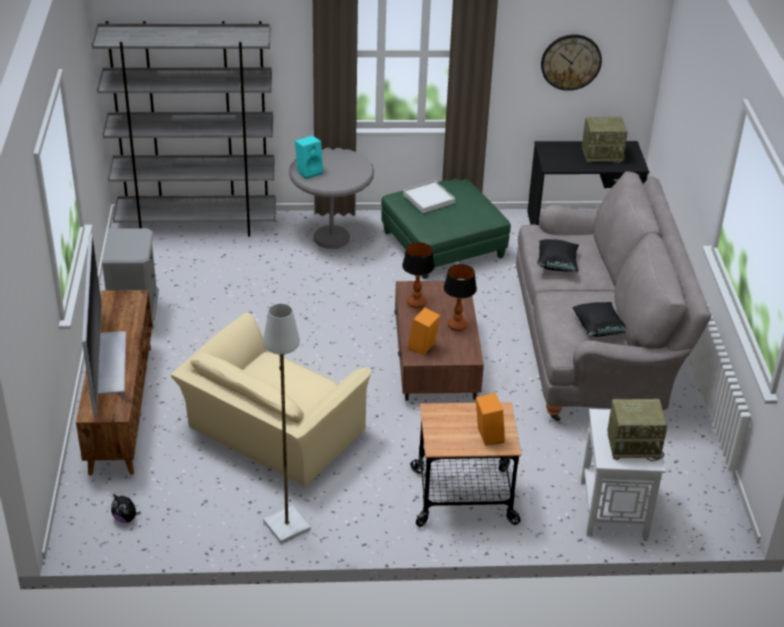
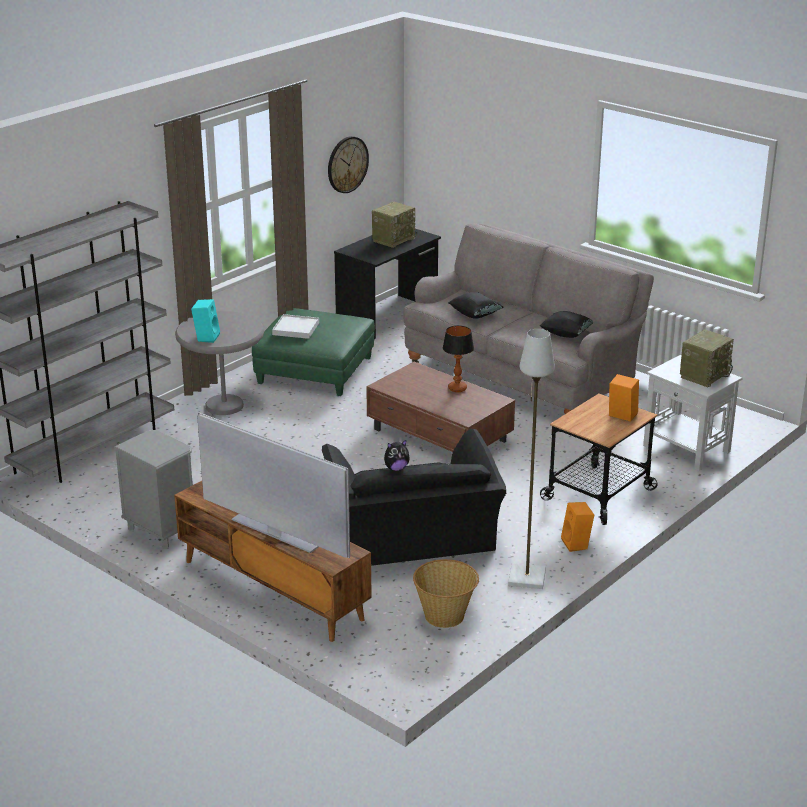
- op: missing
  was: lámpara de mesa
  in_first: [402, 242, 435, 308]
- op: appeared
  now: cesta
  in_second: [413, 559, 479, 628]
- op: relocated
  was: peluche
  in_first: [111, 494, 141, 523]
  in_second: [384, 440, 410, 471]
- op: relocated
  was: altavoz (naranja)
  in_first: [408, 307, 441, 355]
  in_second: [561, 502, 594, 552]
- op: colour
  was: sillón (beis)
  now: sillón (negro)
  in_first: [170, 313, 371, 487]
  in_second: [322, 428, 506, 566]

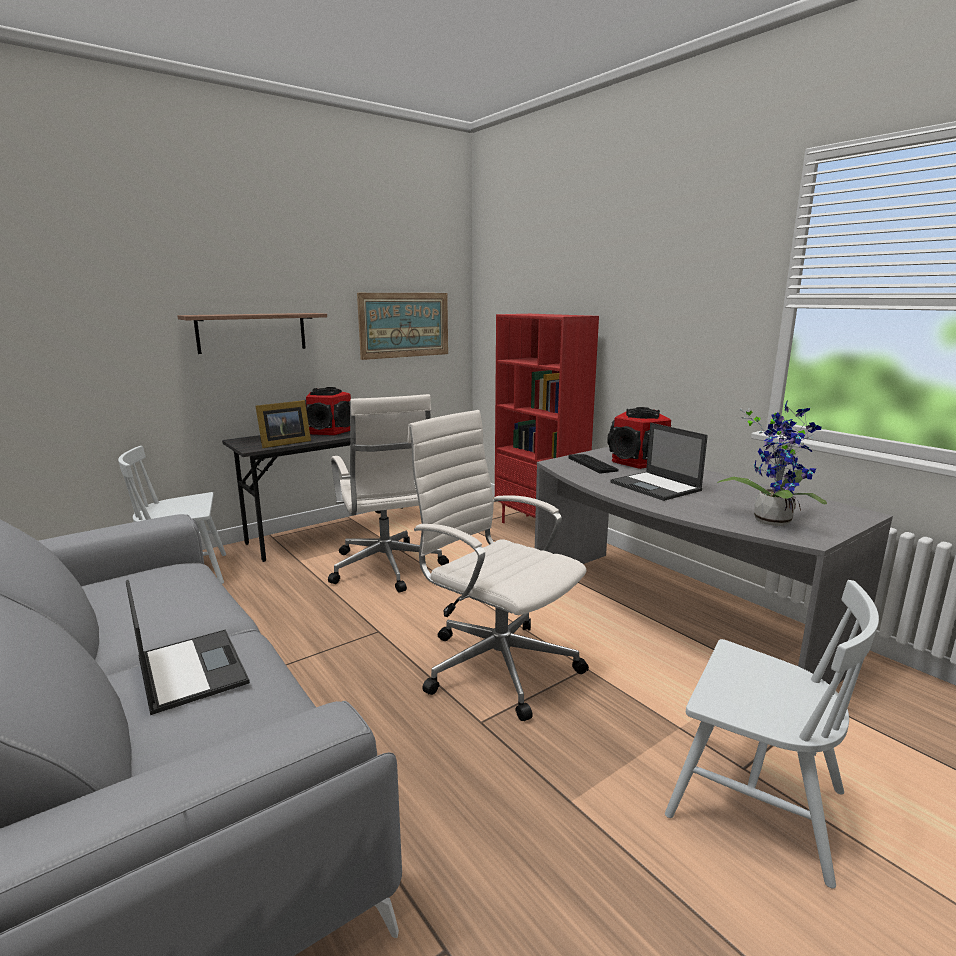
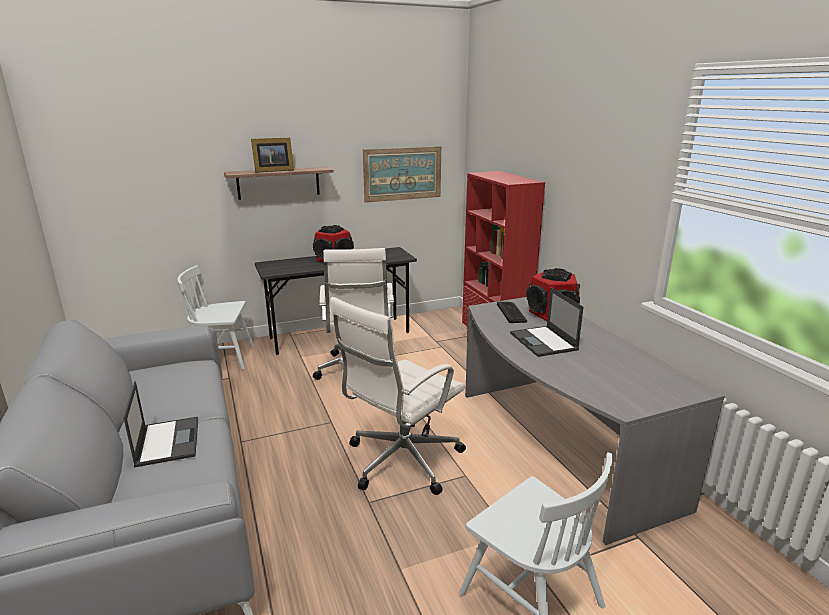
- op: missing
  was: planta en maceta
  in_first: [717, 400, 827, 526]
- op: relocated
  was: portarretratos
  in_first: [255, 400, 311, 448]
  in_second: [251, 138, 294, 173]
- op: spun
  was: silla de oficina (blanco)
  in_first: [407, 410, 589, 721]
  in_second: [330, 297, 466, 495]
  clockwise: -105

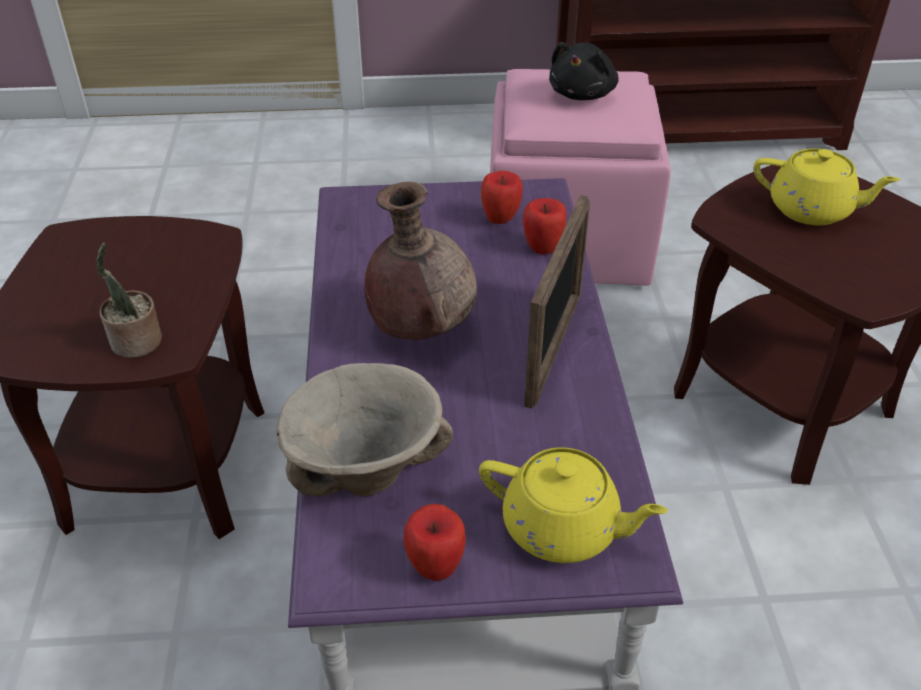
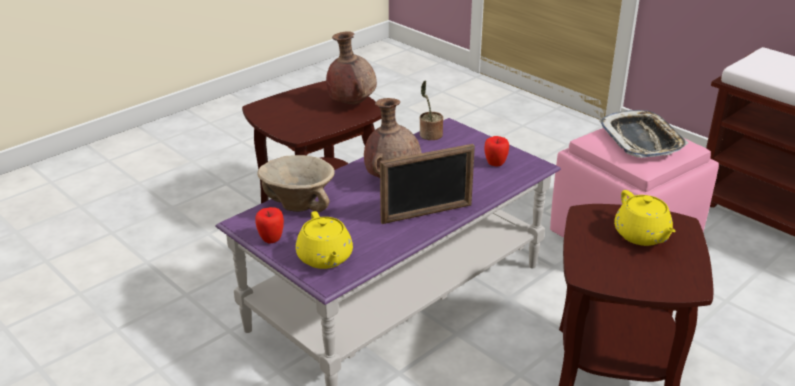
- op: missing
  was: manzana
  in_first: [523, 198, 566, 254]
- op: appeared
  now: florero (marrón)
  in_second: [326, 31, 377, 104]
- op: relocated
  was: planta en maceta
  in_first: [96, 242, 162, 358]
  in_second: [420, 80, 443, 140]
- op: exchanged
  was: peluche (negro)
  now: bandeja
  in_first: [549, 42, 619, 100]
  in_second: [599, 110, 689, 158]

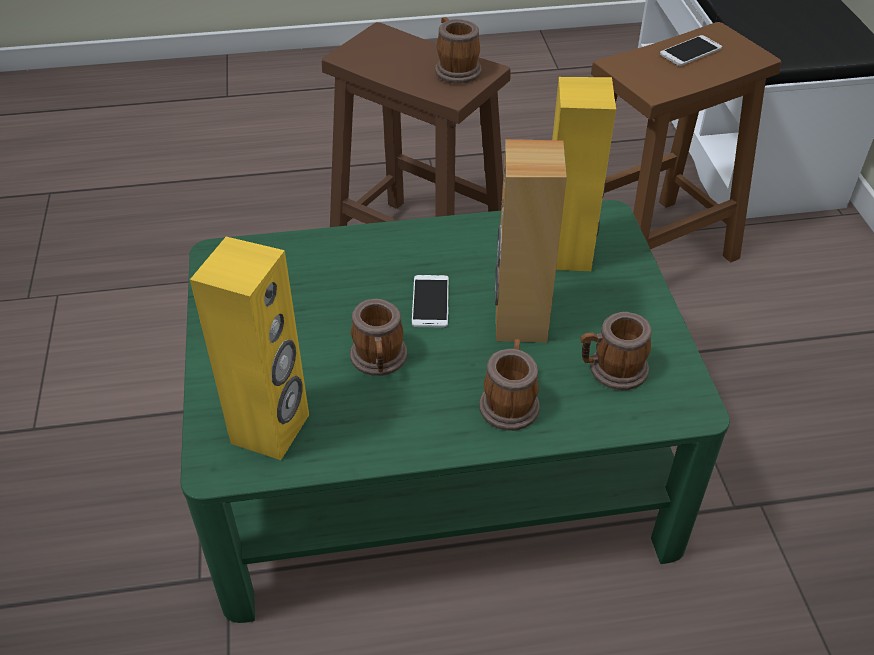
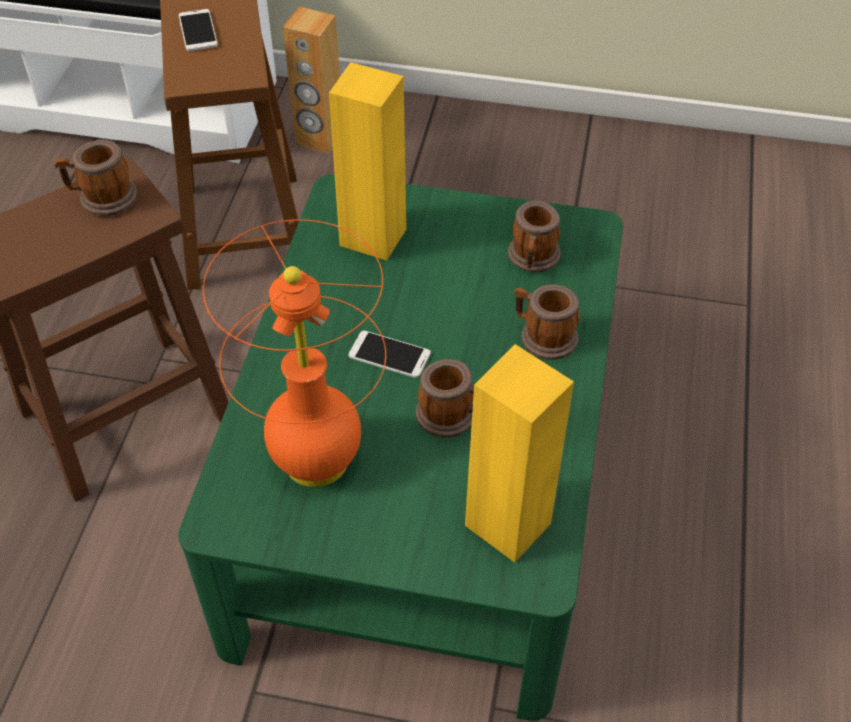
- op: appeared
  now: lámpara de mesa (naranja)
  in_second: [203, 219, 386, 487]
- op: relocated
  was: altavoz (marrón)
  in_first: [495, 139, 567, 343]
  in_second: [283, 7, 340, 154]

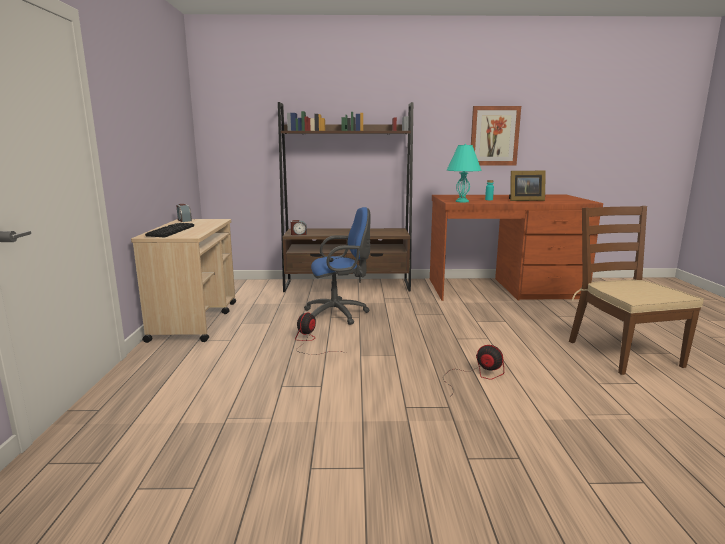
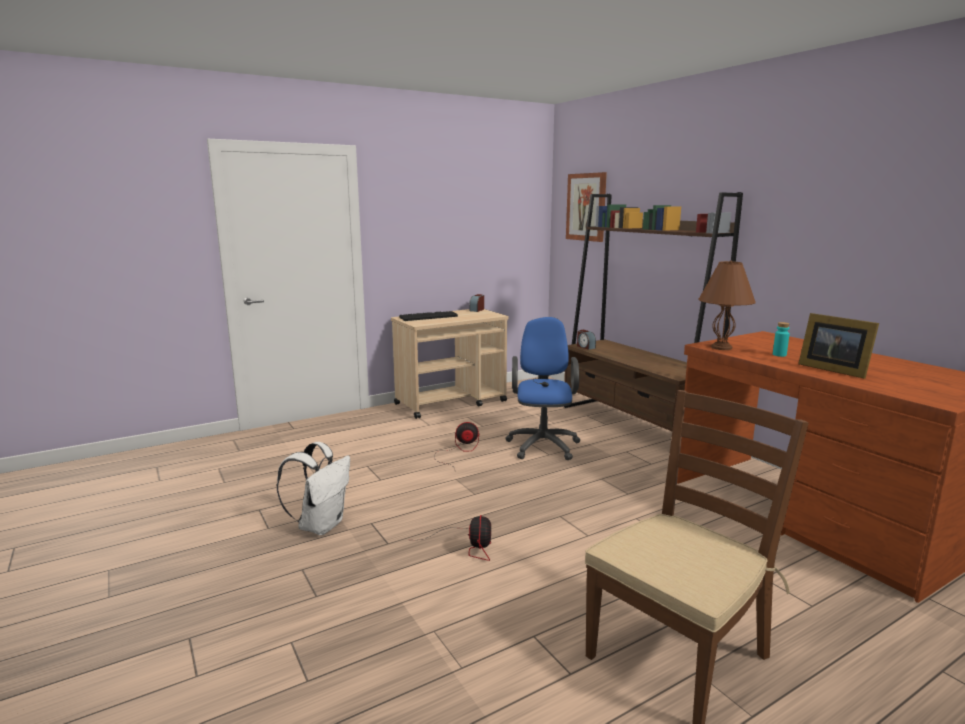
- op: appeared
  now: mochila (blanco)
  in_second: [276, 442, 350, 535]
- op: relocated
  was: cuadro
  in_first: [471, 106, 521, 166]
  in_second: [566, 172, 607, 242]
- op: colour
  was: lámpara de mesa (turquesa)
  now: lámpara de mesa (marrón)
  in_first: [447, 144, 482, 202]
  in_second: [698, 260, 756, 350]
- op: spun
  was: silla de oficina (azul)
  in_first: [304, 207, 371, 325]
  in_second: [505, 317, 580, 460]
  clockwise: -135

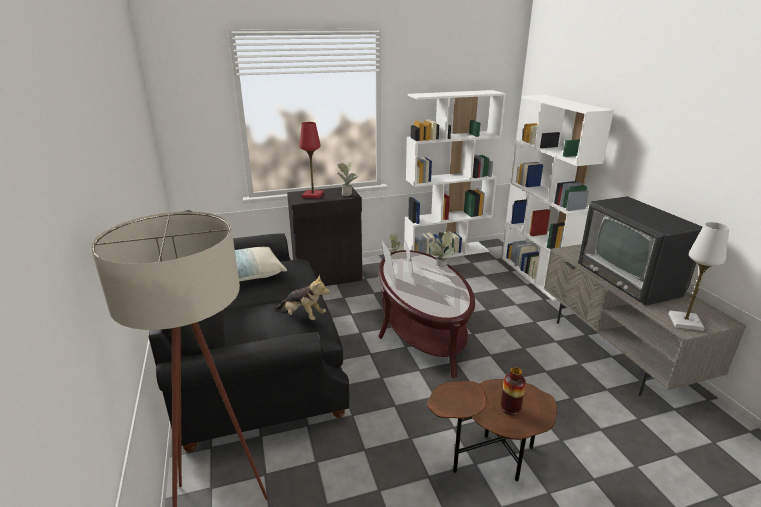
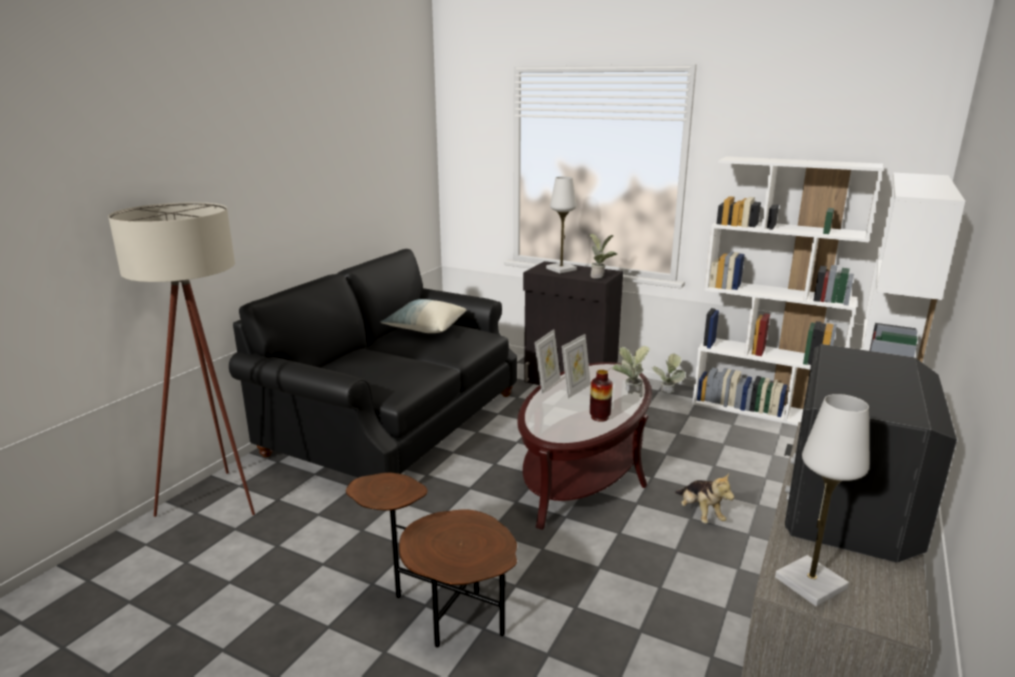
- op: relocated
  was: peluche
  in_first: [275, 274, 330, 320]
  in_second: [675, 473, 735, 523]
- op: relocated
  was: florero
  in_first: [501, 367, 526, 415]
  in_second: [590, 370, 613, 422]
- op: colour
  was: lámpara de mesa (rojo)
  now: lámpara de mesa (blanco)
  in_first: [299, 122, 324, 199]
  in_second: [546, 177, 577, 273]

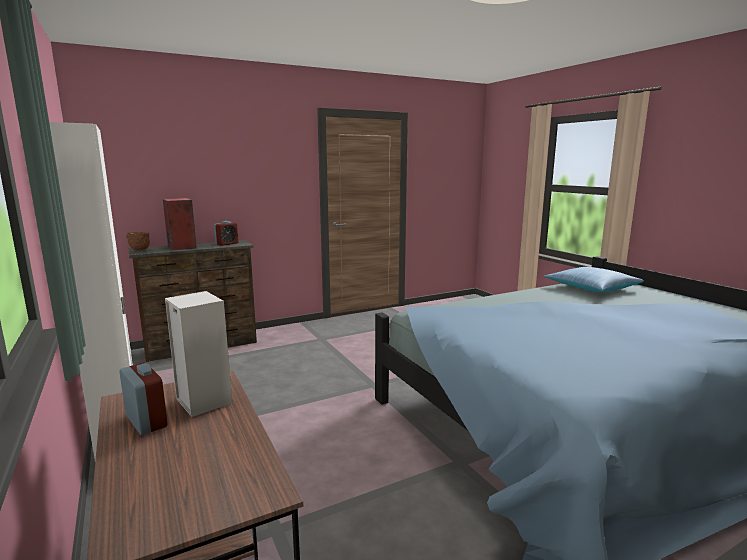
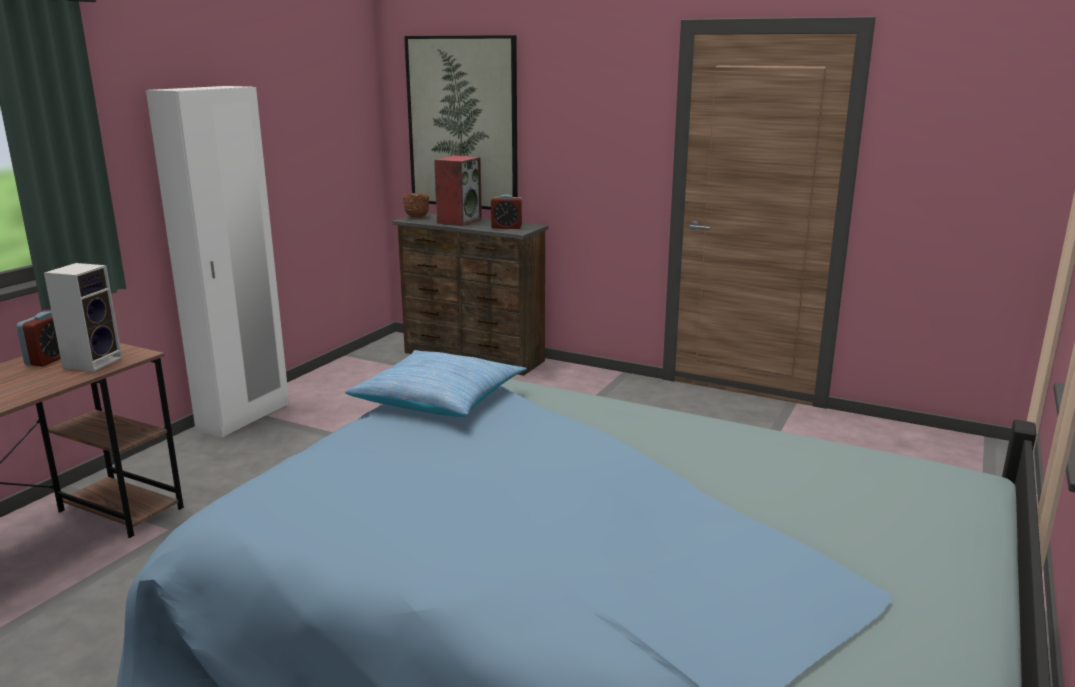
- op: appeared
  now: cuadro
  in_second: [404, 35, 518, 210]
- op: relocated
  was: cojín
  in_first: [544, 267, 644, 293]
  in_second: [345, 350, 527, 417]

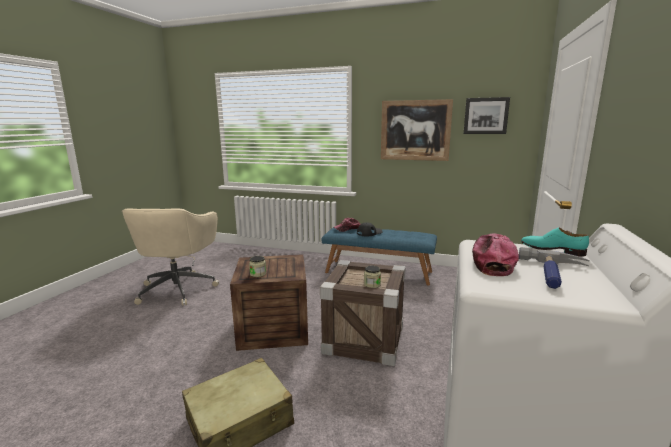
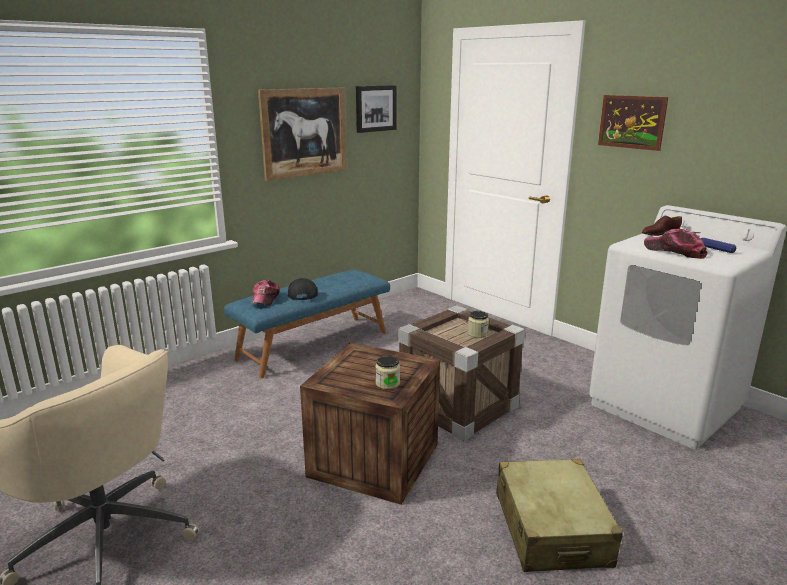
- op: appeared
  now: cuadro
  in_second: [598, 95, 668, 151]
- op: colour
  was: zapato (turquesa)
  now: zapato (marrón)
  in_first: [521, 228, 589, 257]
  in_second: [642, 216, 682, 236]

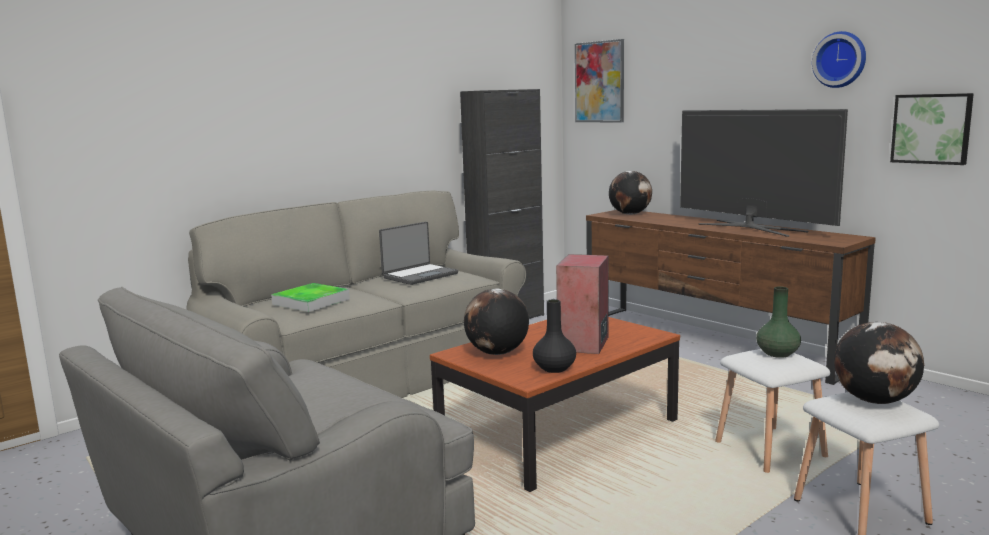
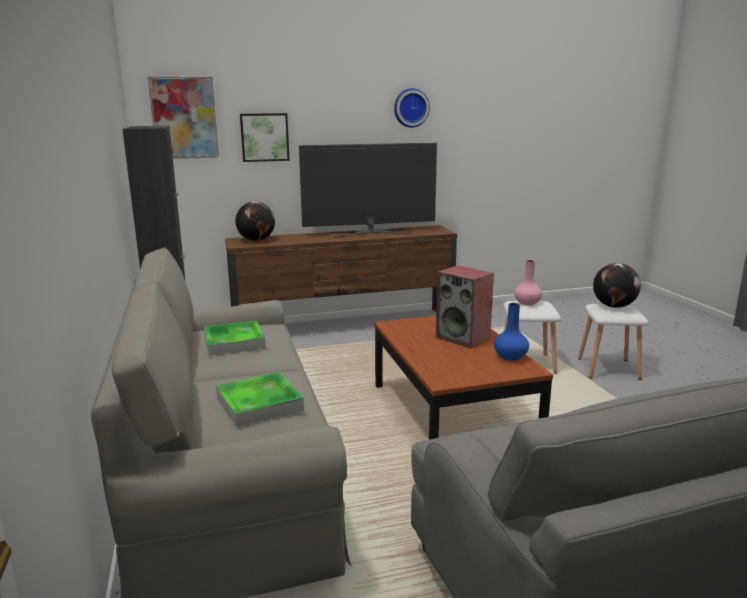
- op: missing
  was: globo terráqueo
  in_first: [464, 289, 529, 355]
- op: relocated
  was: cuadro
  in_first: [890, 93, 974, 165]
  in_second: [240, 113, 290, 162]
- op: exchanged
  was: portátil
  now: bandeja
  in_first: [379, 222, 458, 285]
  in_second: [204, 321, 266, 356]
- op: colour
  was: florero (negro)
  now: florero (azul)
  in_first: [533, 299, 576, 373]
  in_second: [494, 303, 529, 361]
- op: colour
  was: florero (verde)
  now: florero (rosa)
  in_first: [756, 286, 801, 358]
  in_second: [514, 260, 542, 306]

